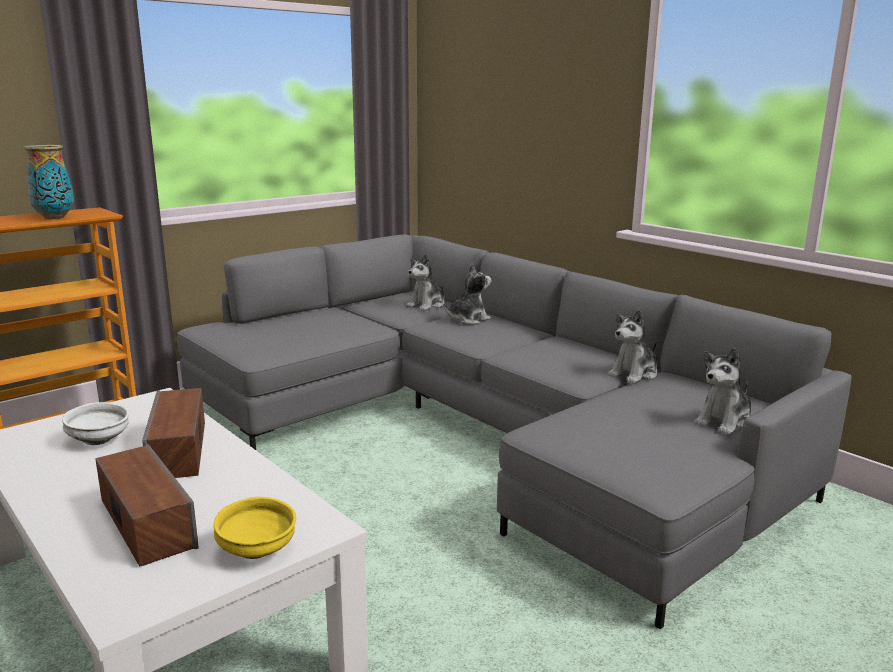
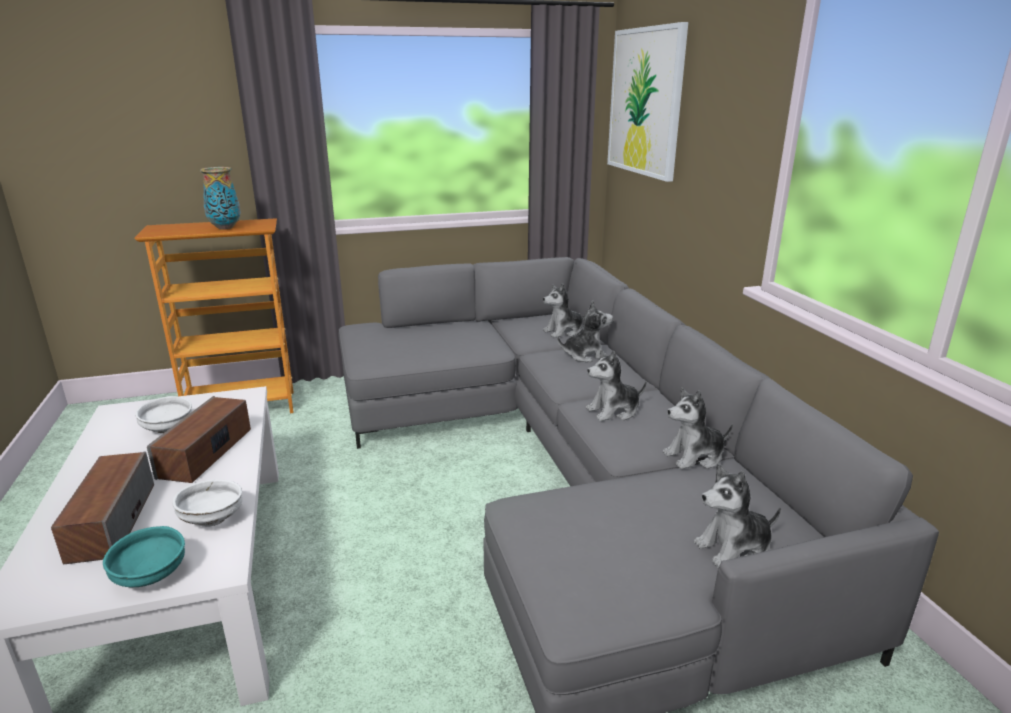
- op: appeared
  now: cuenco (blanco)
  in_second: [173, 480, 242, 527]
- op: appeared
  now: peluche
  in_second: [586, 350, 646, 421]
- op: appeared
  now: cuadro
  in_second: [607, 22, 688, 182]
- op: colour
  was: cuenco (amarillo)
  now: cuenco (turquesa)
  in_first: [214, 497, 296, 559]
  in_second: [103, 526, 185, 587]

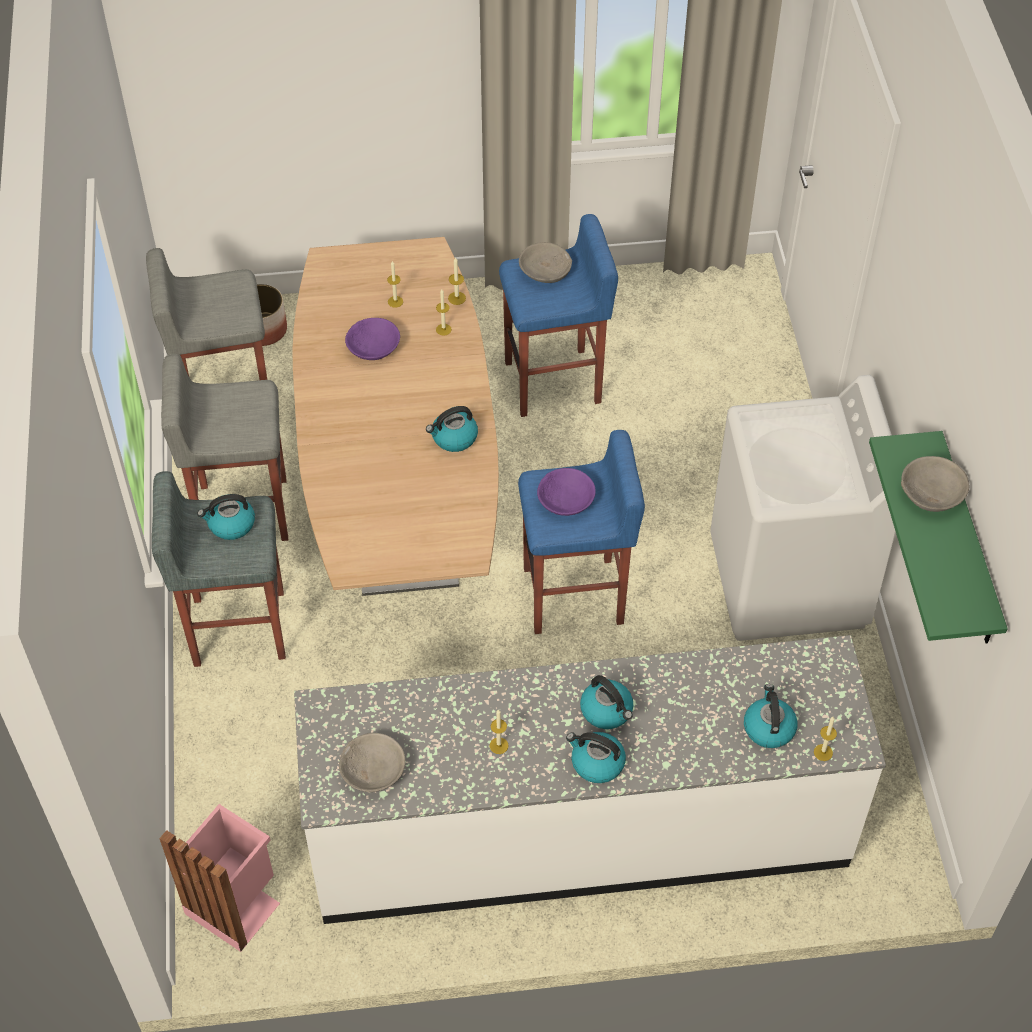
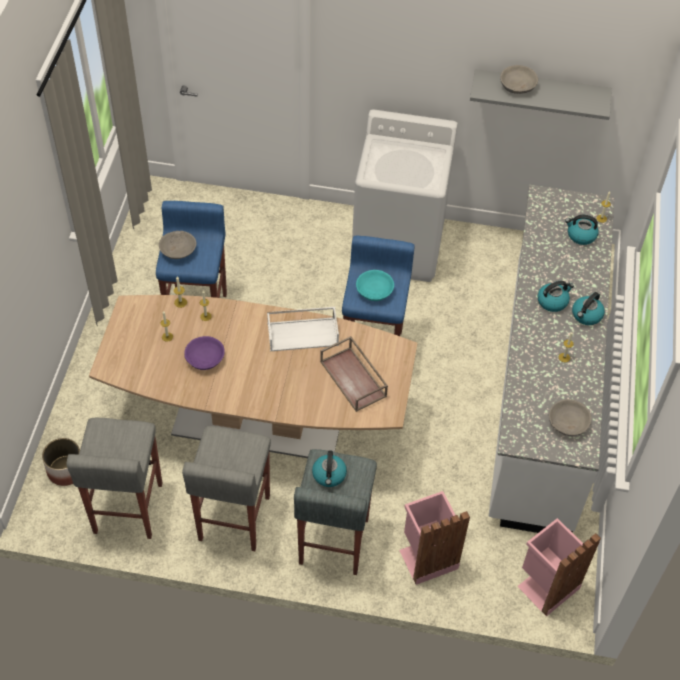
- op: appeared
  now: bandeja (marrón)
  in_second: [320, 336, 388, 412]
- op: appeared
  now: papelera (rosa)
  in_second: [399, 491, 470, 585]
- op: exchanged
  was: hervidor
  now: bandeja (blanco)
  in_first: [426, 406, 478, 452]
  in_second: [267, 307, 339, 351]
- op: colour
  was: cuenco (morado)
  now: cuenco (turquesa)
  in_first: [537, 468, 596, 516]
  in_second: [356, 270, 394, 301]
- op: colour
  was: estante (verde)
  now: estante (gris)
  in_first: [869, 431, 1008, 644]
  in_second: [470, 69, 612, 120]

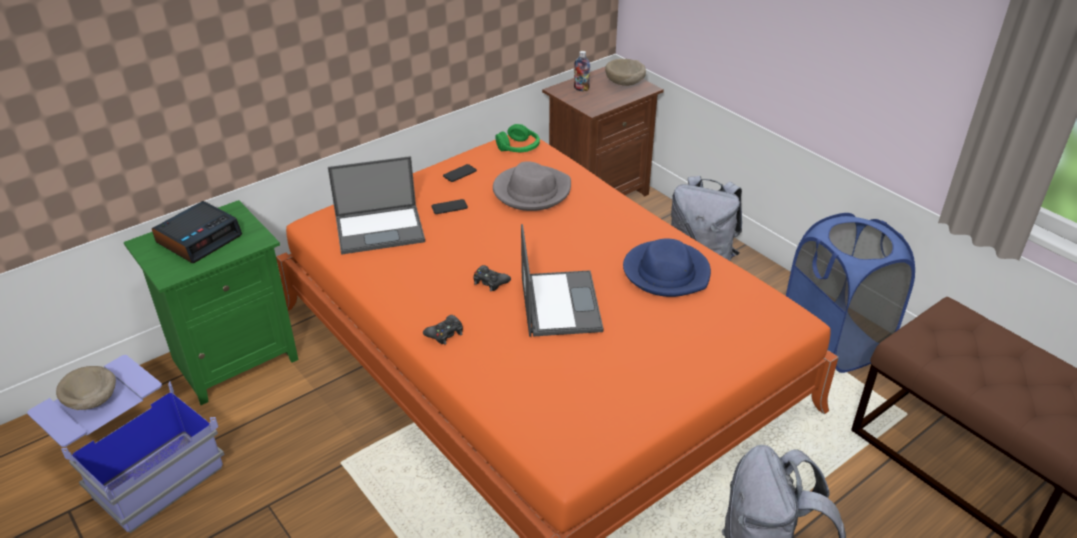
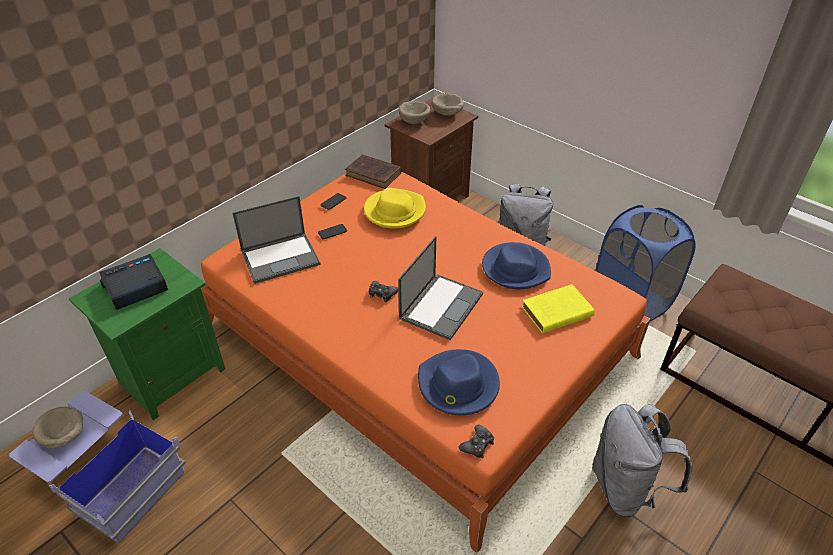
- op: appeared
  now: sombrero (azul)
  in_second: [418, 349, 500, 416]
- op: appeared
  now: libro (amarillo)
  in_second: [522, 284, 595, 333]
- op: relocated
  was: mando de consola (negro)
  in_first: [423, 315, 463, 345]
  in_second: [458, 424, 494, 458]
- op: exchanged
  was: auriculares (verde)
  now: libro (marrón)
  in_first: [495, 124, 540, 152]
  in_second: [345, 154, 402, 189]
- op: exchanged
  was: botella
  now: cuenco (beis)
  in_first: [574, 51, 590, 91]
  in_second: [399, 101, 431, 124]
- op: colour
  was: sombrero (gris)
  now: sombrero (amarillo)
  in_first: [493, 161, 571, 211]
  in_second: [364, 188, 426, 229]
- op: spun
  was: despertador
  in_first: [152, 201, 242, 263]
  in_second: [99, 254, 168, 310]
  clockwise: -150
- op: spun
  was: portátil
  in_first: [521, 224, 604, 337]
  in_second: [398, 236, 483, 340]
  clockwise: 45

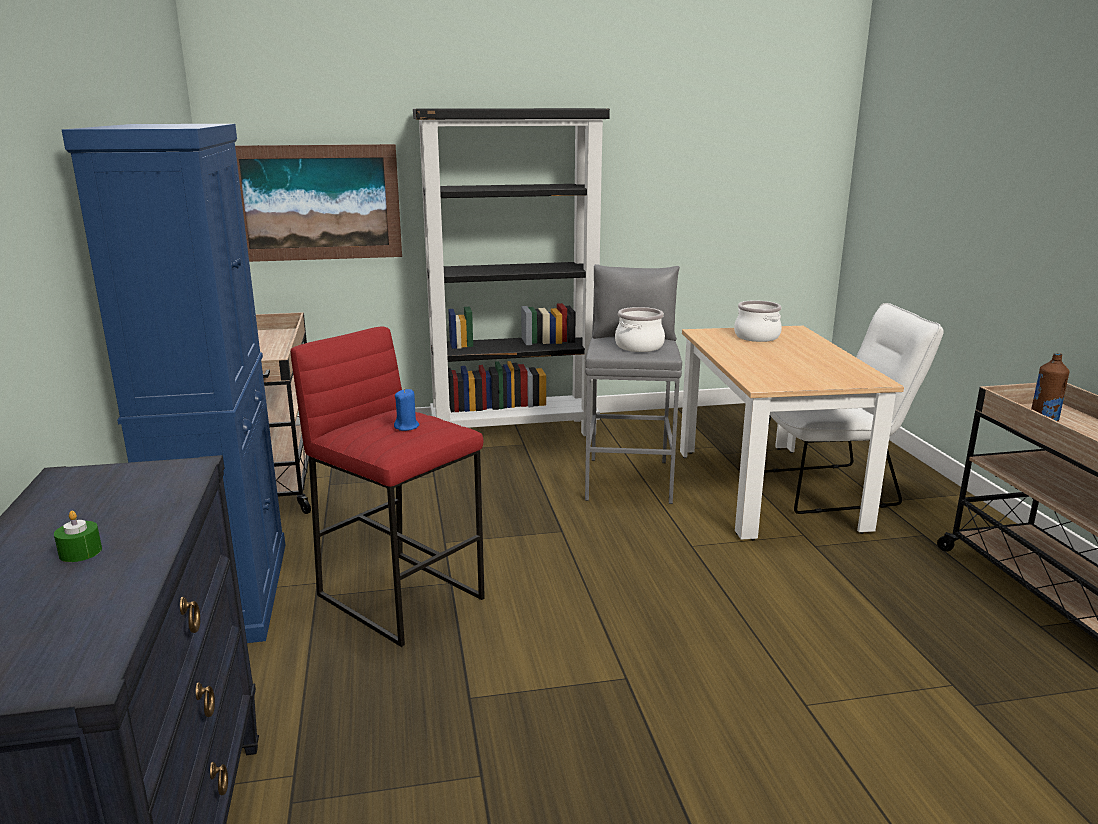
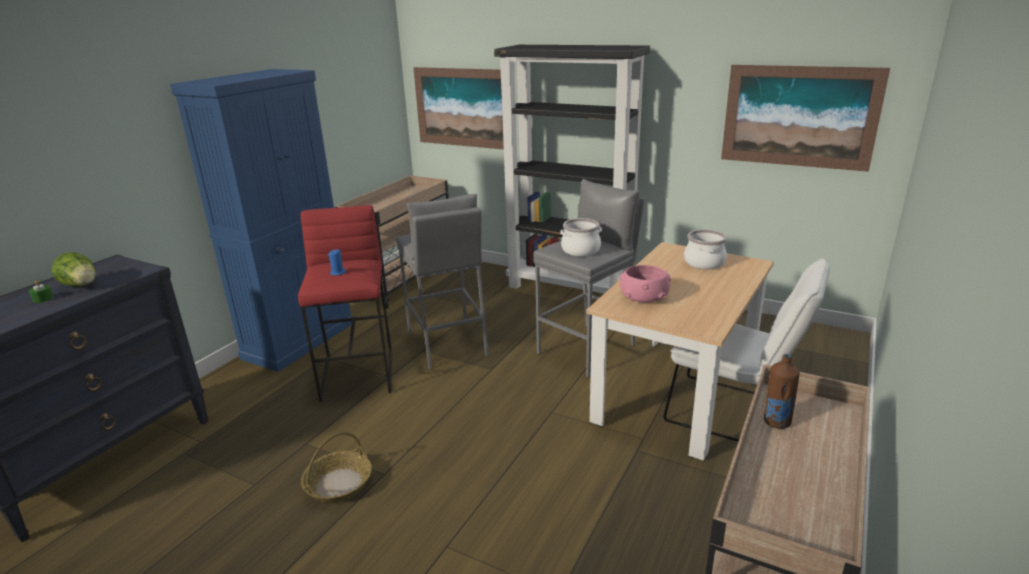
- op: appeared
  now: lechuga
  in_second: [52, 252, 96, 286]
- op: appeared
  now: cesta
  in_second: [301, 432, 372, 503]
- op: appeared
  now: taburete (gris)
  in_second: [396, 194, 489, 370]
- op: appeared
  now: cuenco (rosa)
  in_second: [619, 265, 671, 302]
- op: appeared
  now: cuadro
  in_second: [721, 65, 890, 172]

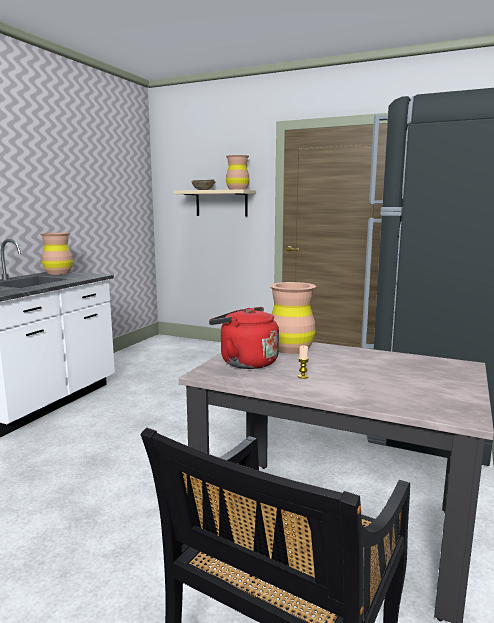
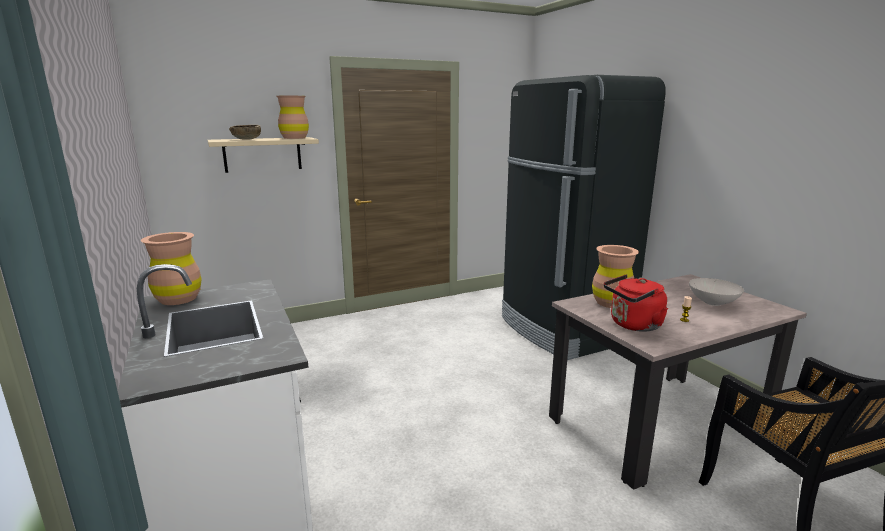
- op: appeared
  now: cuenco (blanco)
  in_second: [689, 278, 744, 306]

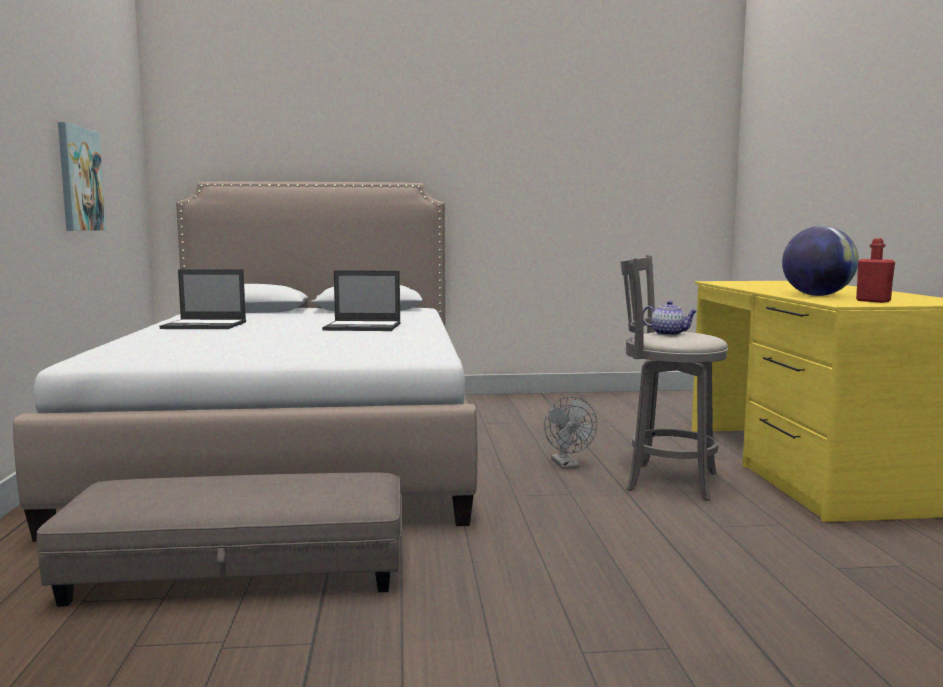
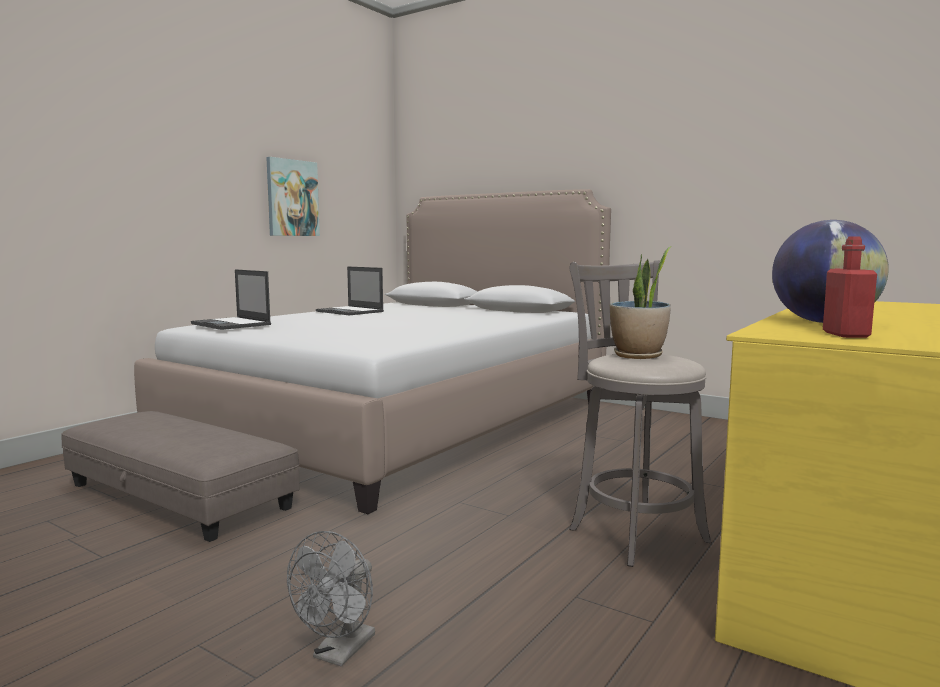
- op: relocated
  was: portátil
  in_first: [322, 270, 401, 331]
  in_second: [191, 269, 271, 330]
- op: relocated
  was: ventilador (gris)
  in_first: [544, 396, 597, 469]
  in_second: [287, 531, 375, 667]
- op: exchanged
  was: tetera
  now: planta en maceta
  in_first: [643, 301, 698, 336]
  in_second: [610, 246, 671, 359]

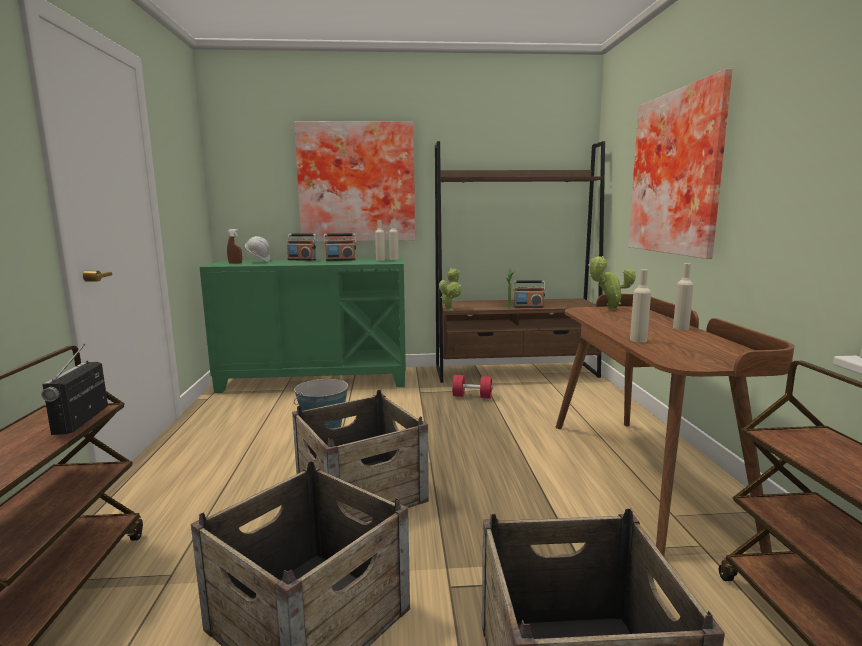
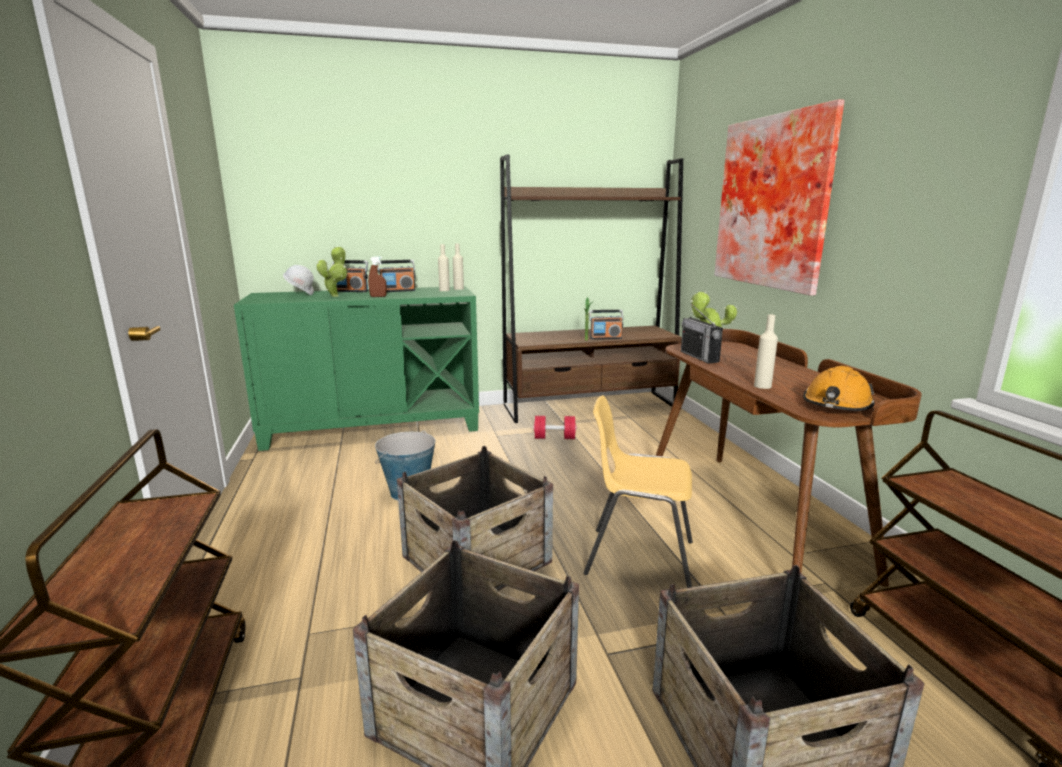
- op: missing
  was: cuadro
  in_first: [294, 121, 415, 242]
- op: missing
  was: botella (beis)
  in_first: [673, 263, 694, 330]
- op: appeared
  now: silla (amarillo)
  in_second: [584, 395, 693, 588]
- op: appeared
  now: casco (naranja)
  in_second: [803, 366, 875, 411]
- op: relocated
  was: radio
  in_first: [41, 344, 108, 435]
  in_second: [681, 304, 723, 364]
- op: relocated
  was: pulverizador (marrón)
  in_first: [227, 229, 242, 264]
  in_second: [368, 256, 387, 297]
- op: relocated
  was: planta en maceta
  in_first: [439, 269, 462, 310]
  in_second: [316, 246, 348, 297]

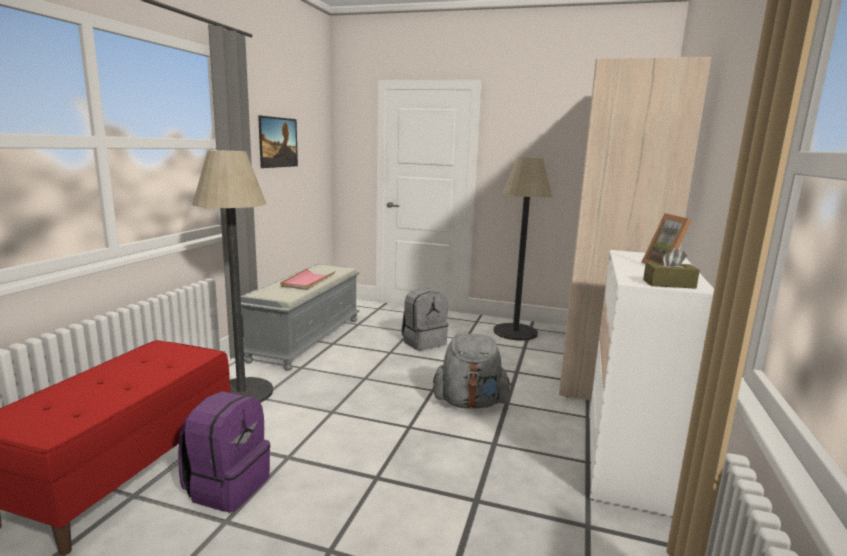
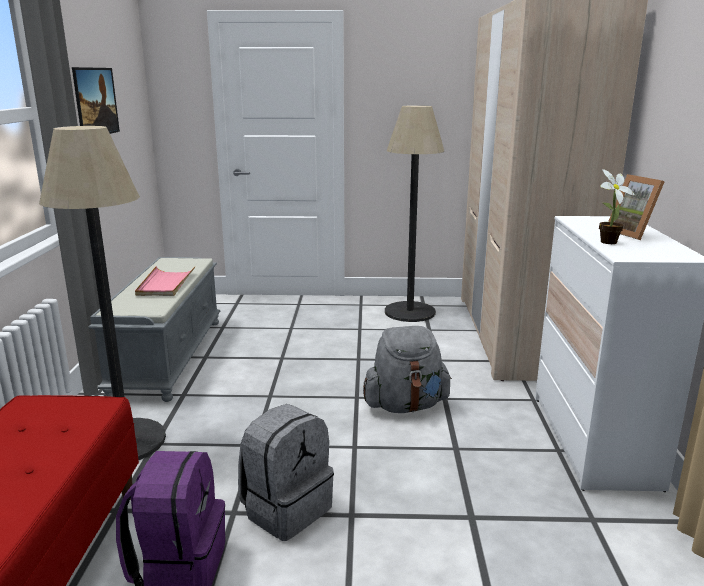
- op: missing
  was: caja de pañuelos (marrón)
  in_first: [643, 248, 700, 289]
- op: appeared
  now: planta en maceta
  in_second: [599, 169, 635, 244]
- op: relocated
  was: mochila (gris)
  in_first: [401, 288, 449, 351]
  in_second: [238, 404, 334, 541]

